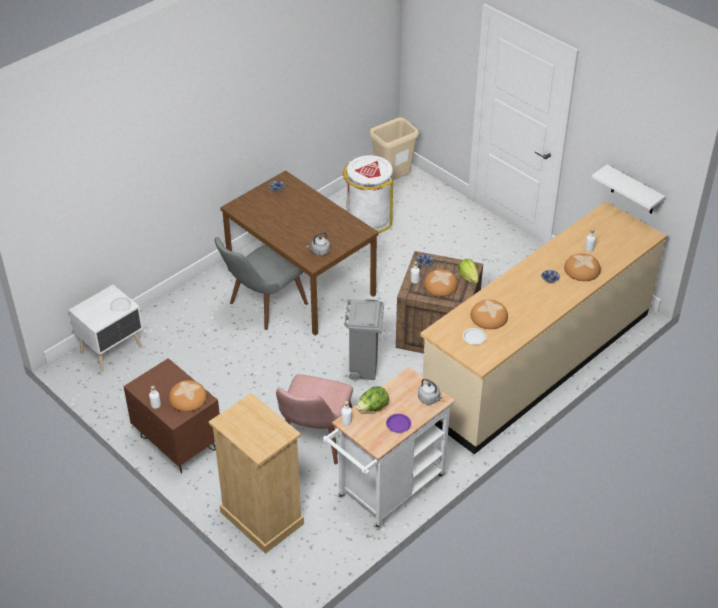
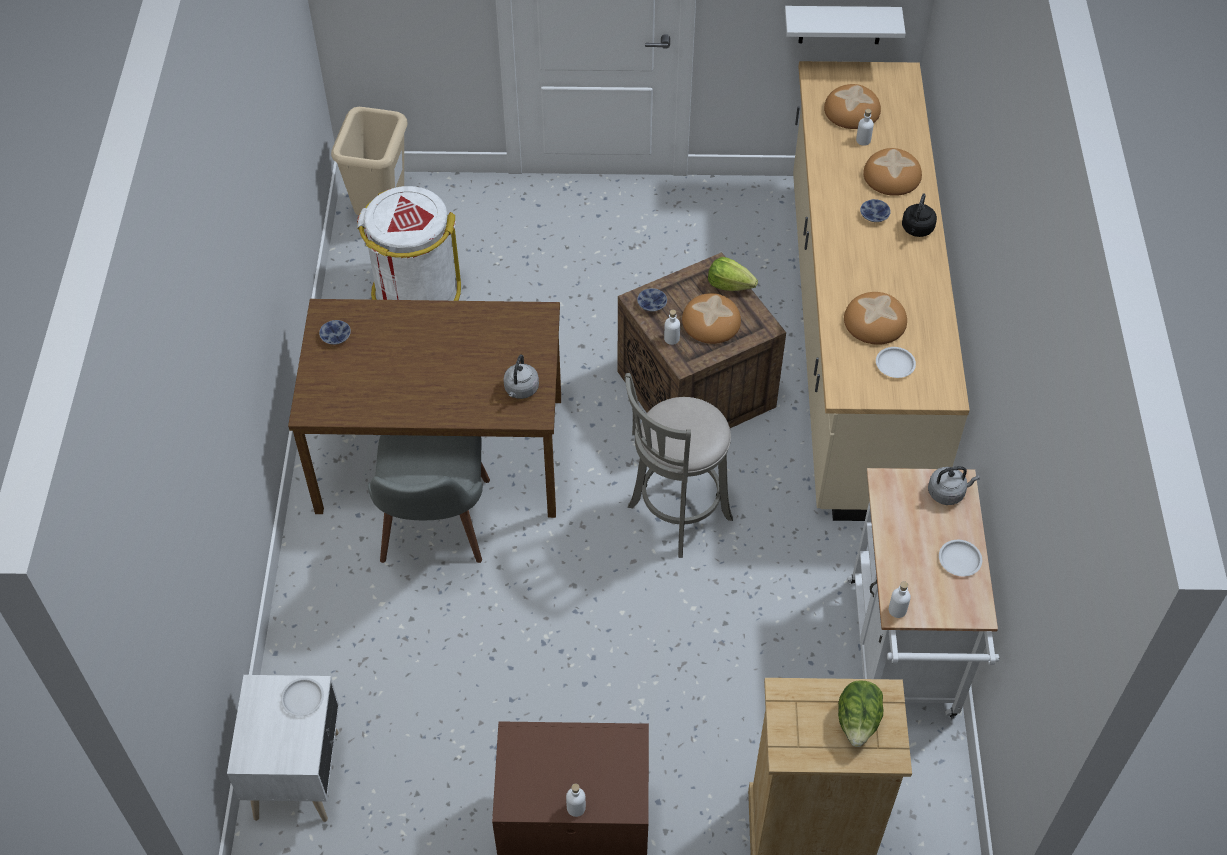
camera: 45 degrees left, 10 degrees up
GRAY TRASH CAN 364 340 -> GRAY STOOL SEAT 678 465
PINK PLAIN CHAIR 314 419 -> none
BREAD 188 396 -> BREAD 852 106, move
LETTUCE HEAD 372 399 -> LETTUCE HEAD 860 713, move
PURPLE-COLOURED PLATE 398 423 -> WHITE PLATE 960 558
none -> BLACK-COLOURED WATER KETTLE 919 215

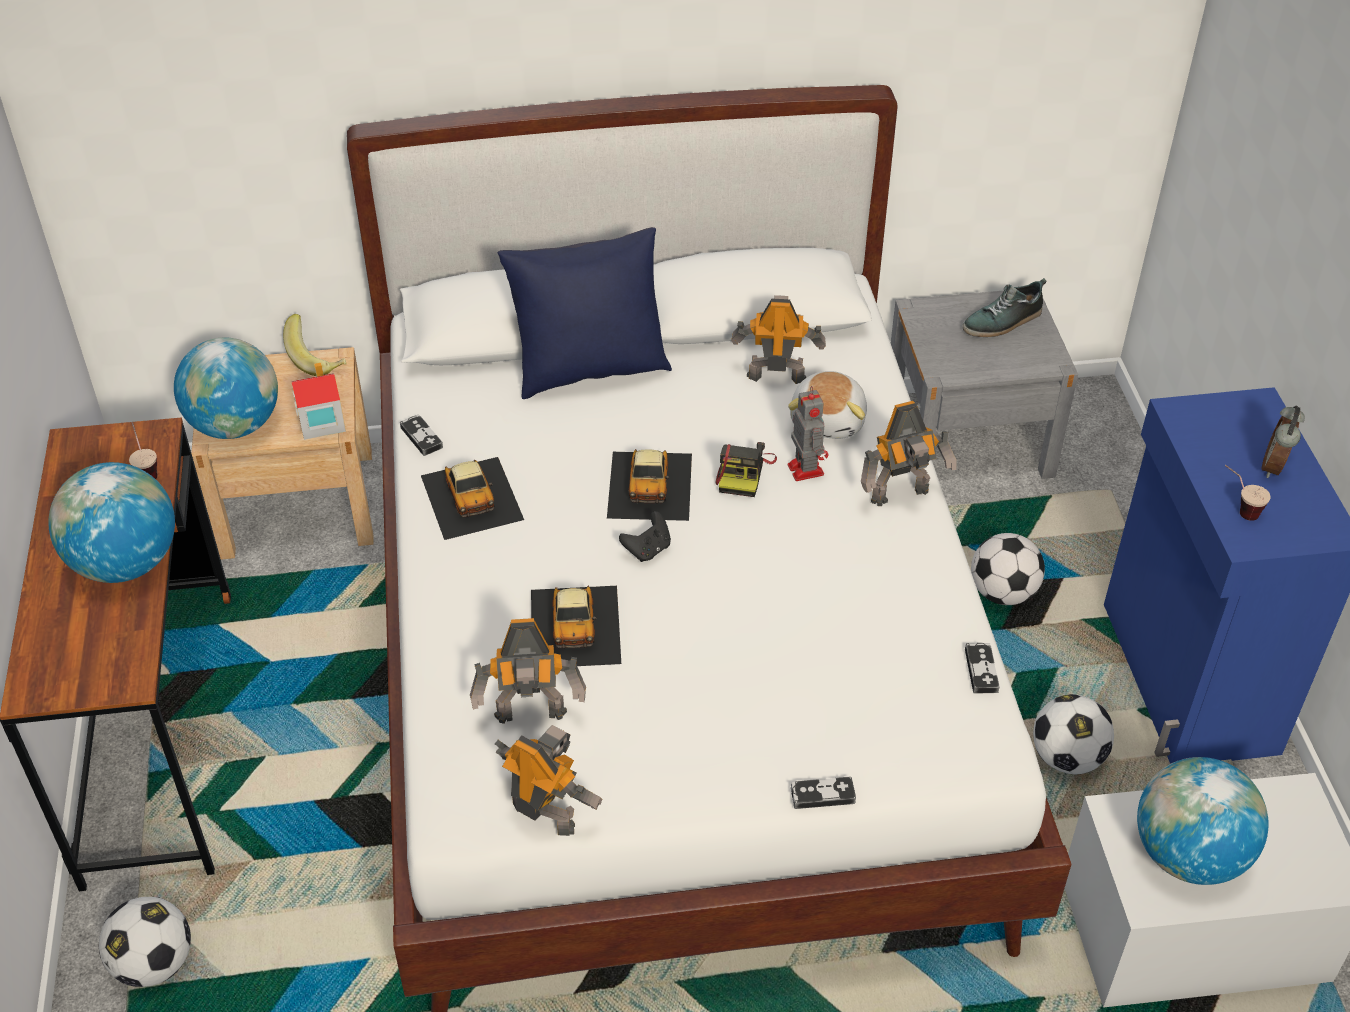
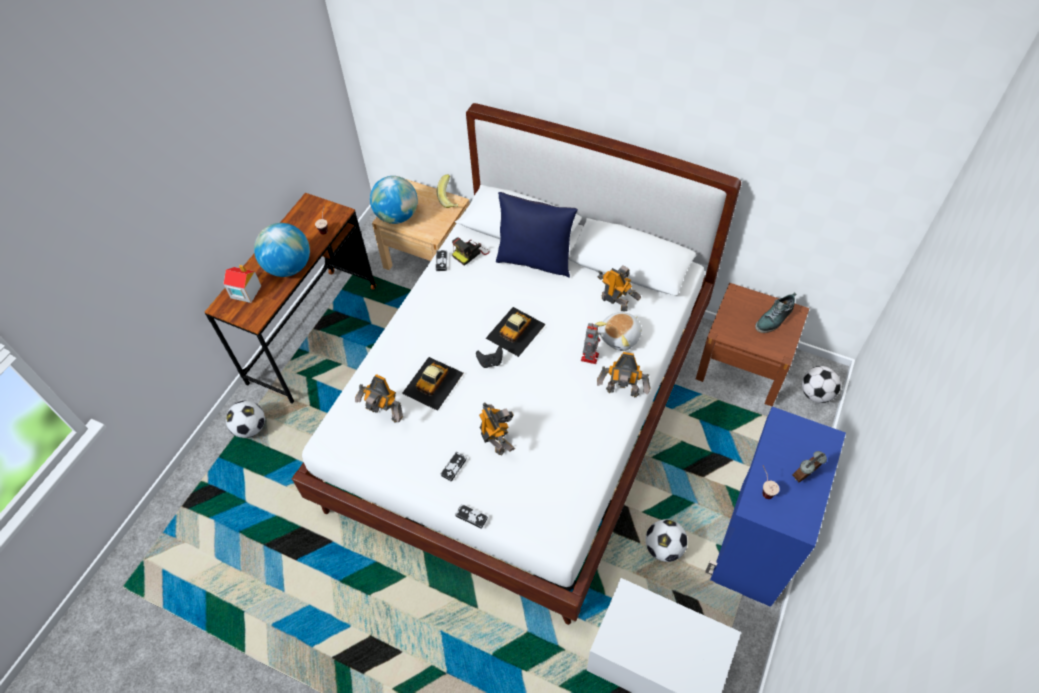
camera: 35 degrees right, 10 degrees up
SHOE 1004 307 -> SHOE 775 312, 45 degrees counterclockwise
GRAY BEDSIDE TABLE 984 385 -> BROWN BEDSIDE TABLE 752 344
TOY HOUSE 318 401 -> TOY HOUSE 242 284, move
PHOTO CAMERA 746 469 -> PHOTO CAMERA 471 251, move
MODEL CAR 472 498 -> none
FOOTBALL BALL 1008 569 -> FOOTBALL BALL 821 384, move
GAME CONTROLLER 982 668 -> GAME CONTROLLER 454 466, move
MODEL ROBOT 549 780 -> MODEL ROBOT 497 429, move
DESK GLOBE 1202 821 -> none

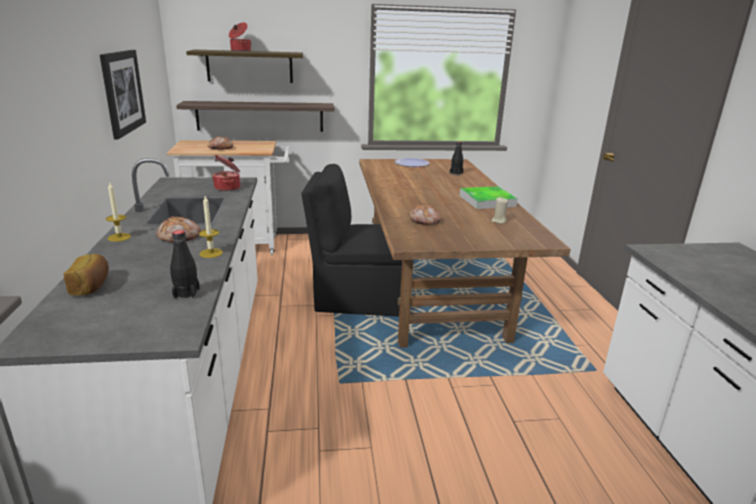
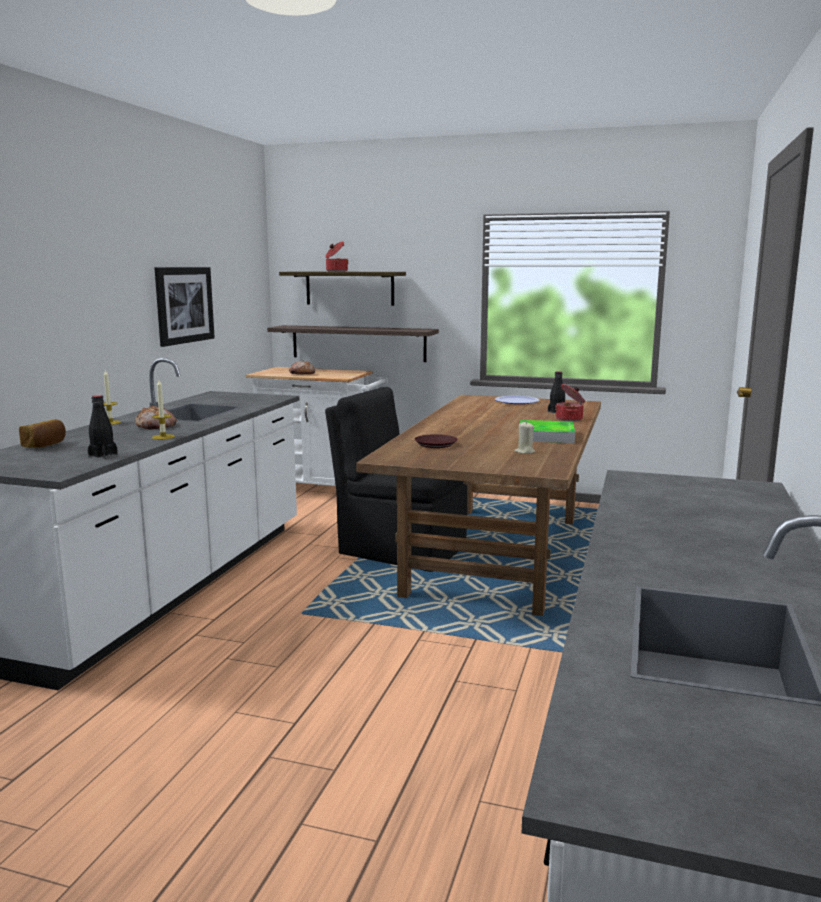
camera: 25 degrees right, 10 degrees down
COOKING POT 226 173 -> COOKING POT 570 402, move
BREAD 425 214 -> BROWN PLATE 436 441

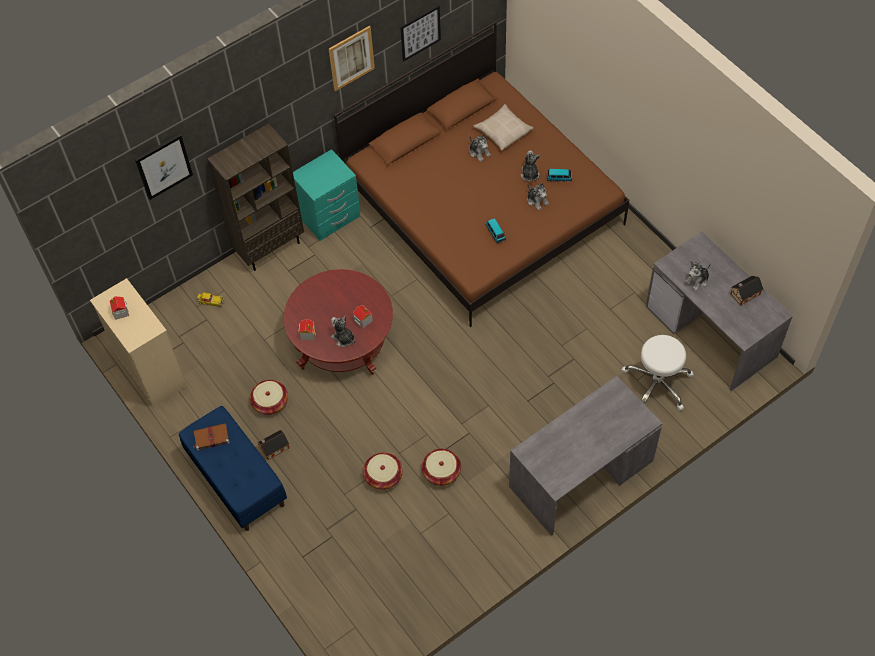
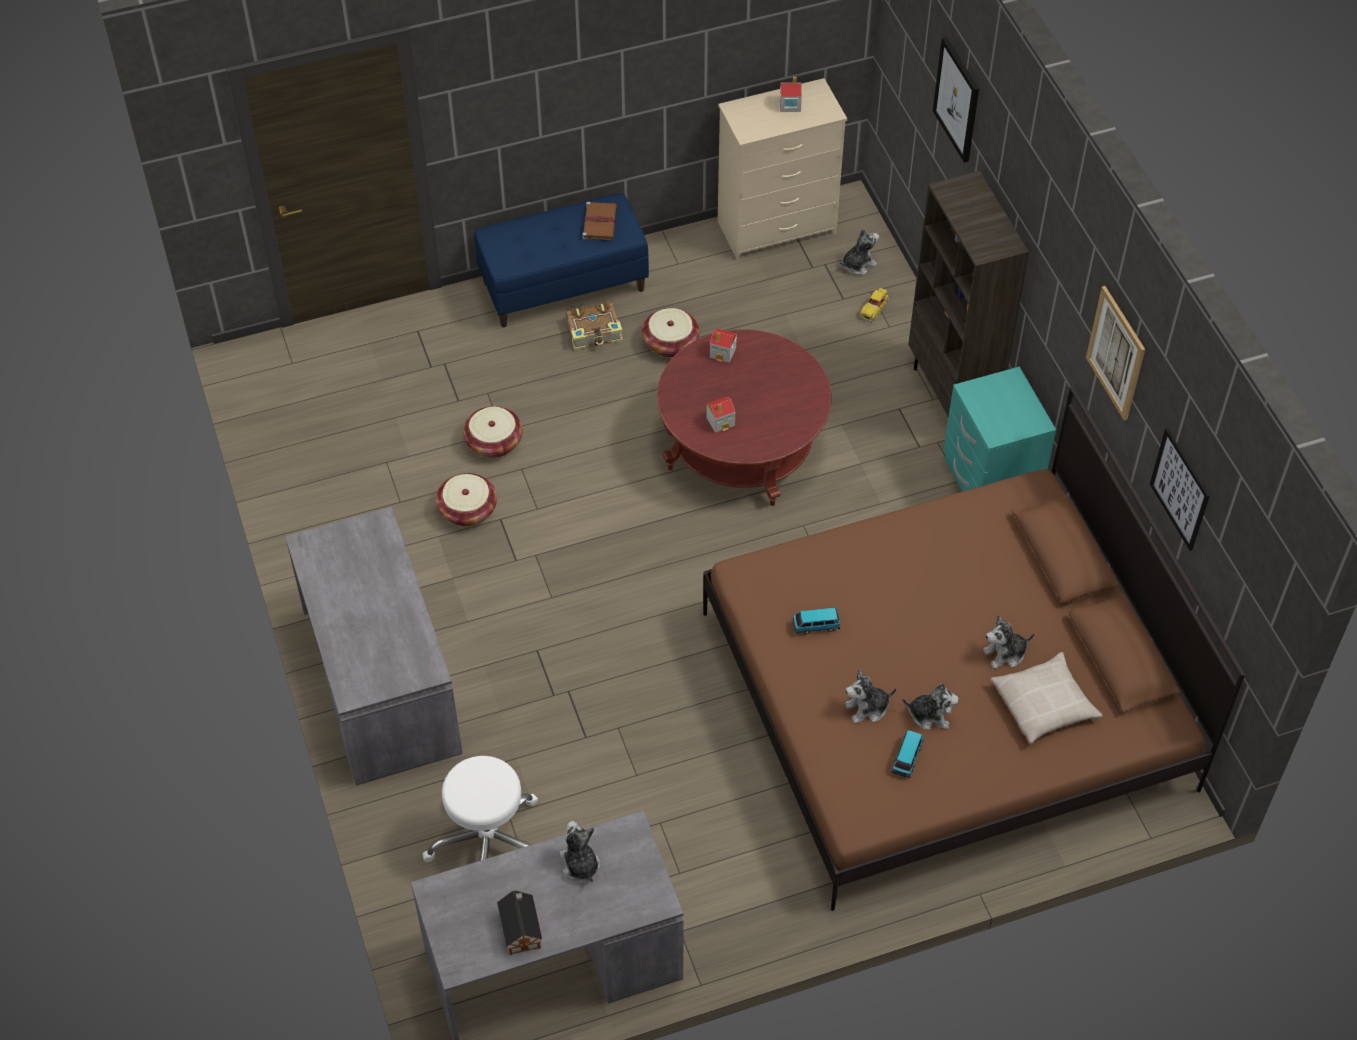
camera: 105 degrees right, 5 degrees down
CUDDLY TOY 343 331 -> CUDDLY TOY 859 252, move
TOY HOUSE 273 445 -> BOUND BOOK 594 326

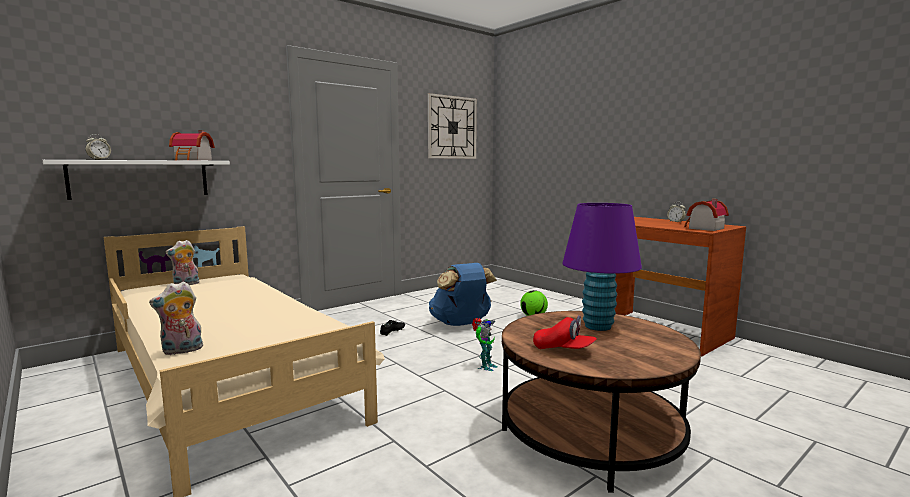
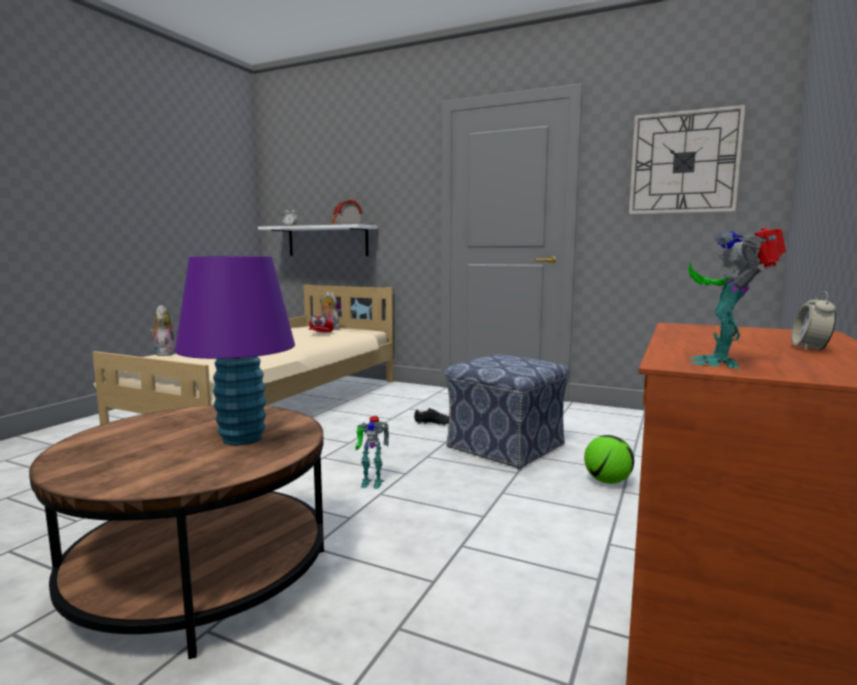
camera: 65 degrees right, 0 degrees up
TOY HOUSE 706 215 -> MODEL ROBOT 737 298
BLUE-COLOURED KNAPSACK 463 294 -> FOOTREST 507 411
CUDDLY TOY 176 318 -> CUDDLY TOY 163 330, 45 degrees clockwise
REDDISH PEAKED CAP 565 332 -> REDDISH PEAKED CAP 320 323, move

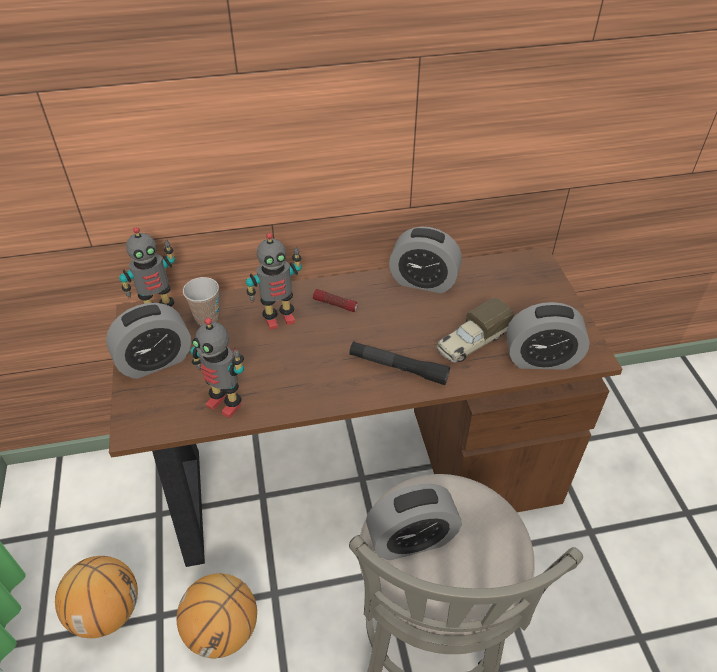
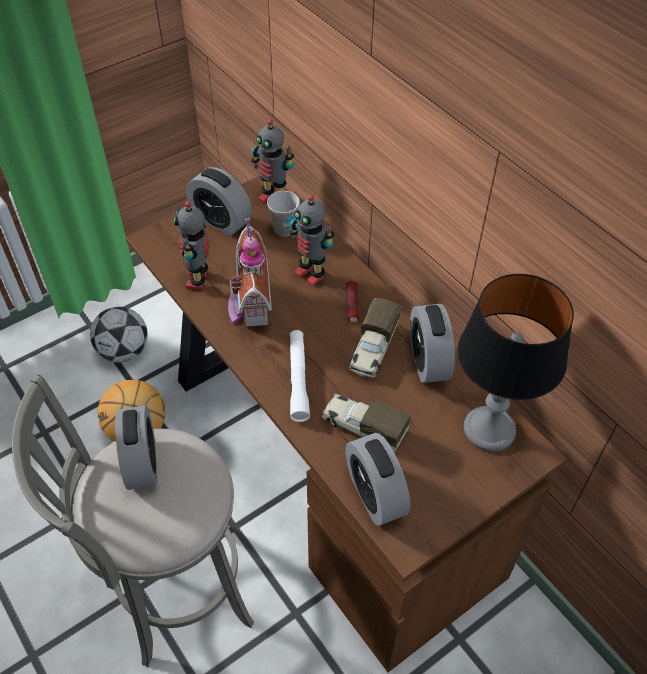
camera: 65 degrees right, 5 degrees up
BLACK-COLOURED TORCH 399 363 -> WHITE TORCH 300 376
ALARM CLOCK 413 522 -> ALARM CLOCK 136 447, 150 degrees counterclockwise
BASKETBALL 96 597 -> FOOTBALL BALL 119 335
none -> TOY HOUSE 250 274
none -> LAMP FOR A TABLE 515 363
none -> TOY LORRY 375 338

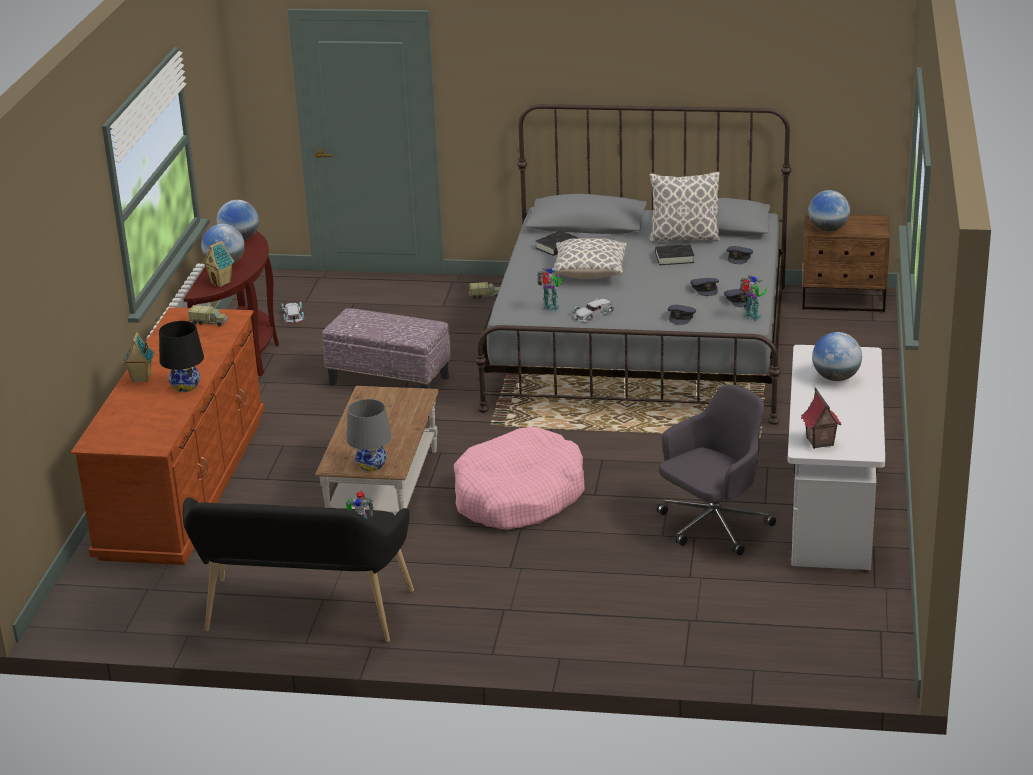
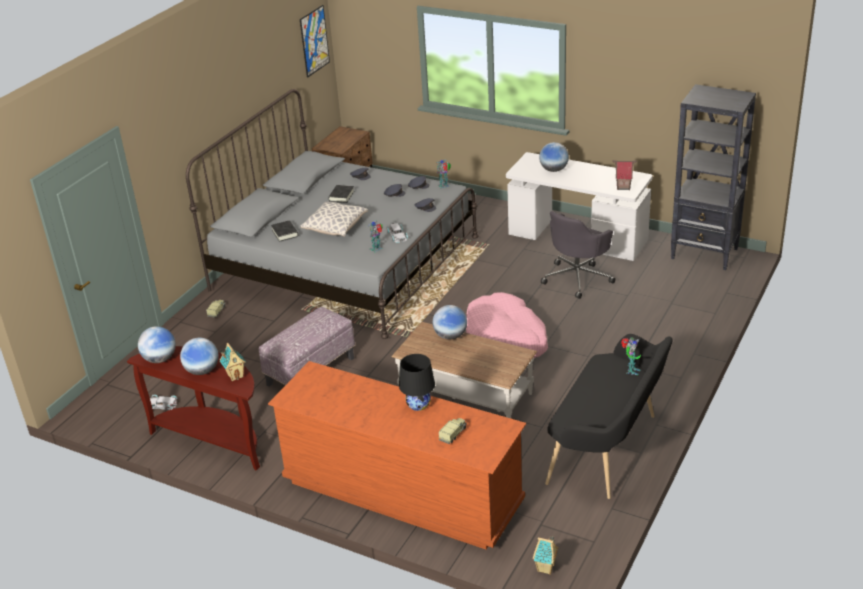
camera: 70 degrees left, 5 degrees up
CUSHION 684 207 -> none
DESK GLOBE 829 211 -> DESK GLOBE 450 322, move
TOY LORRY 208 316 -> TOY LORRY 453 431, move
TOY HOUSE 138 357 -> TOY HOUSE 546 556, move
GRAY DESK CHAIR 716 469 -> GRAY DESK CHAIR 578 255, 120 degrees counterclockwise
GRAY LAMP FOR A TABLE 369 435 -> none
none -> PICTURE 315 41
none -> BLACK-COLOURED BOOKSHELF 713 177

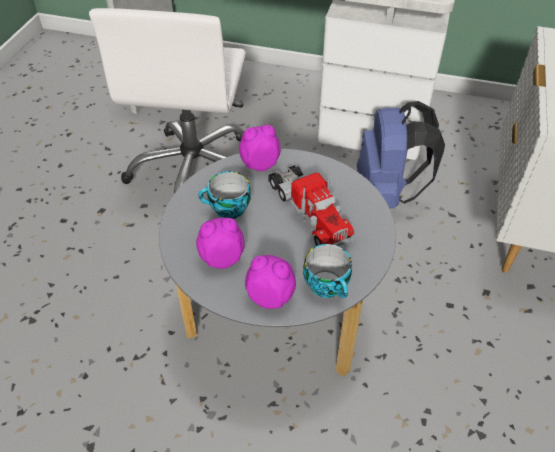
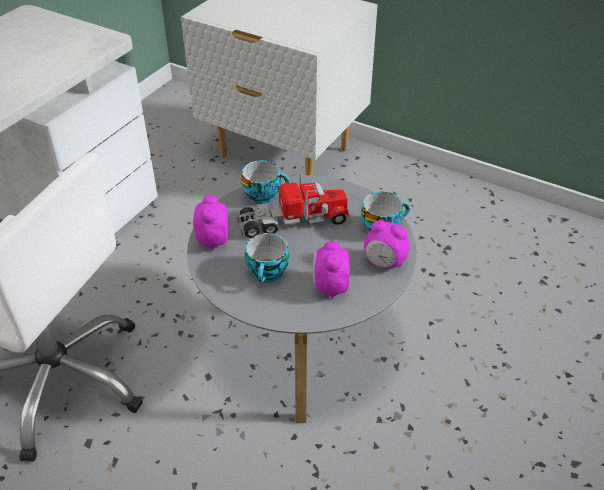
camera: 75 degrees left, 5 degrees down
BLUE-COLOURED KNAPSACK 401 154 -> none
ALARM CLOCK 270 282 -> ALARM CLOCK 387 244, 105 degrees counterclockwise
none -> SMALL CUP 265 182

